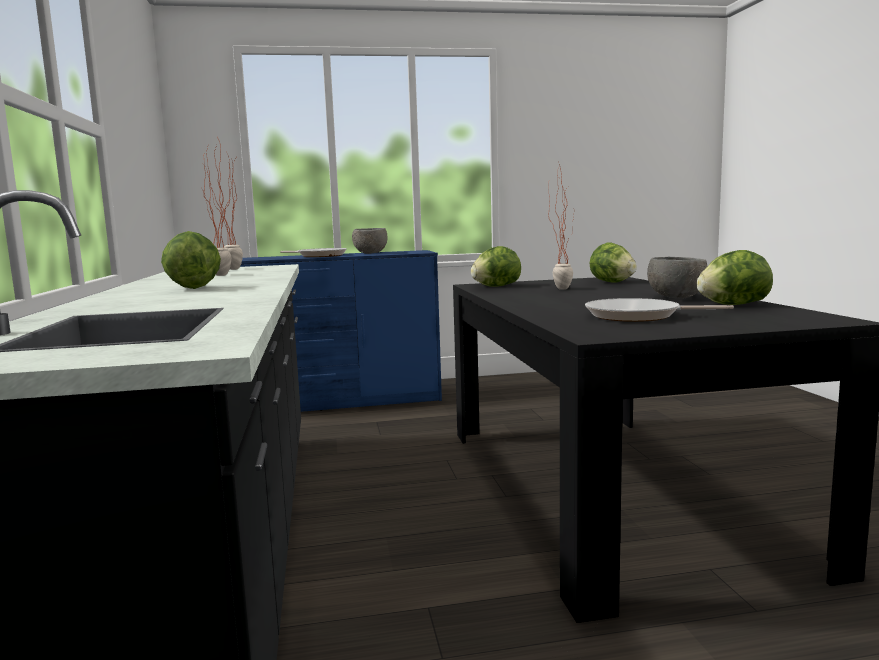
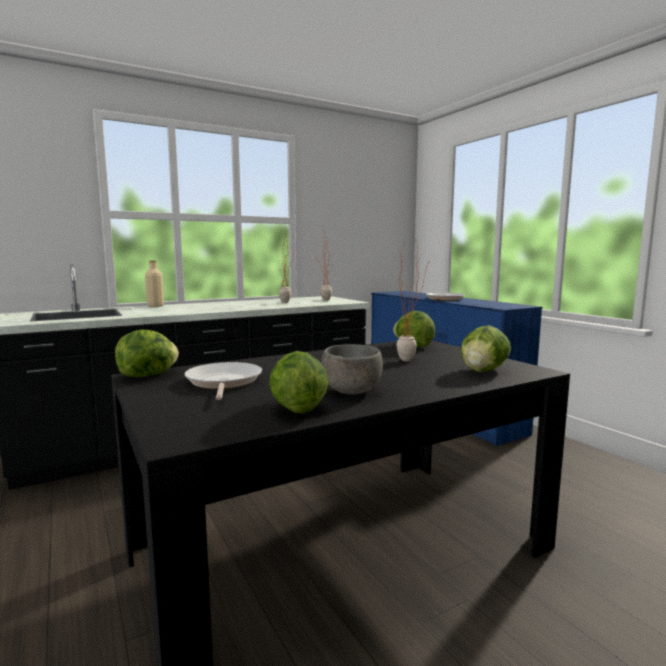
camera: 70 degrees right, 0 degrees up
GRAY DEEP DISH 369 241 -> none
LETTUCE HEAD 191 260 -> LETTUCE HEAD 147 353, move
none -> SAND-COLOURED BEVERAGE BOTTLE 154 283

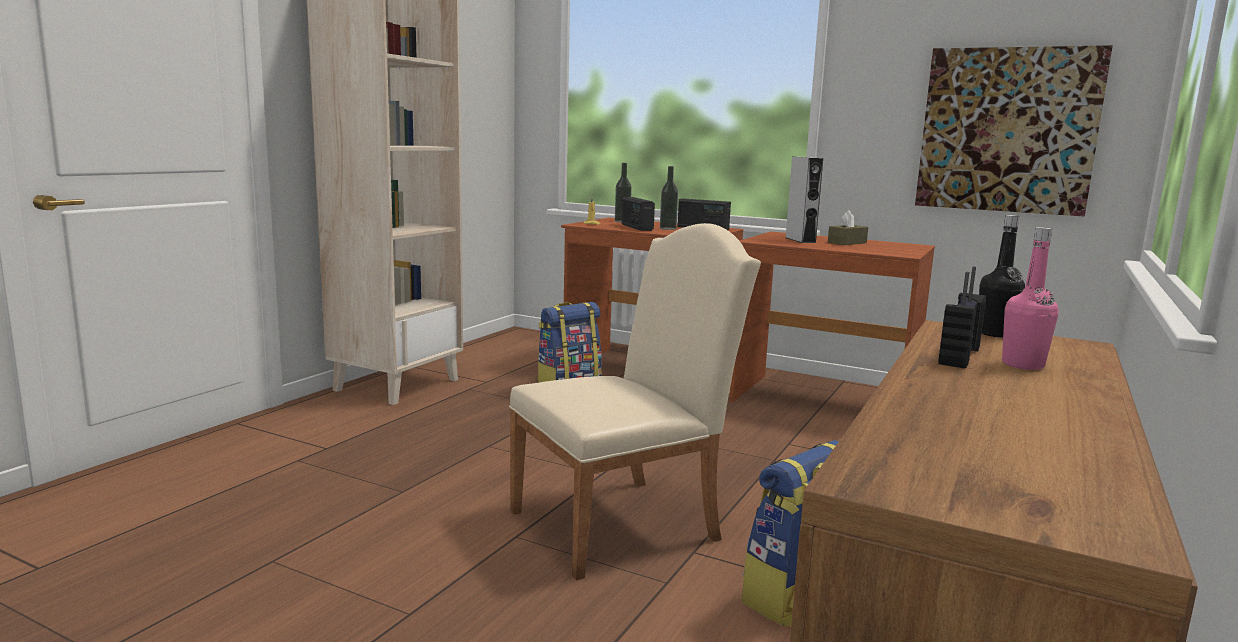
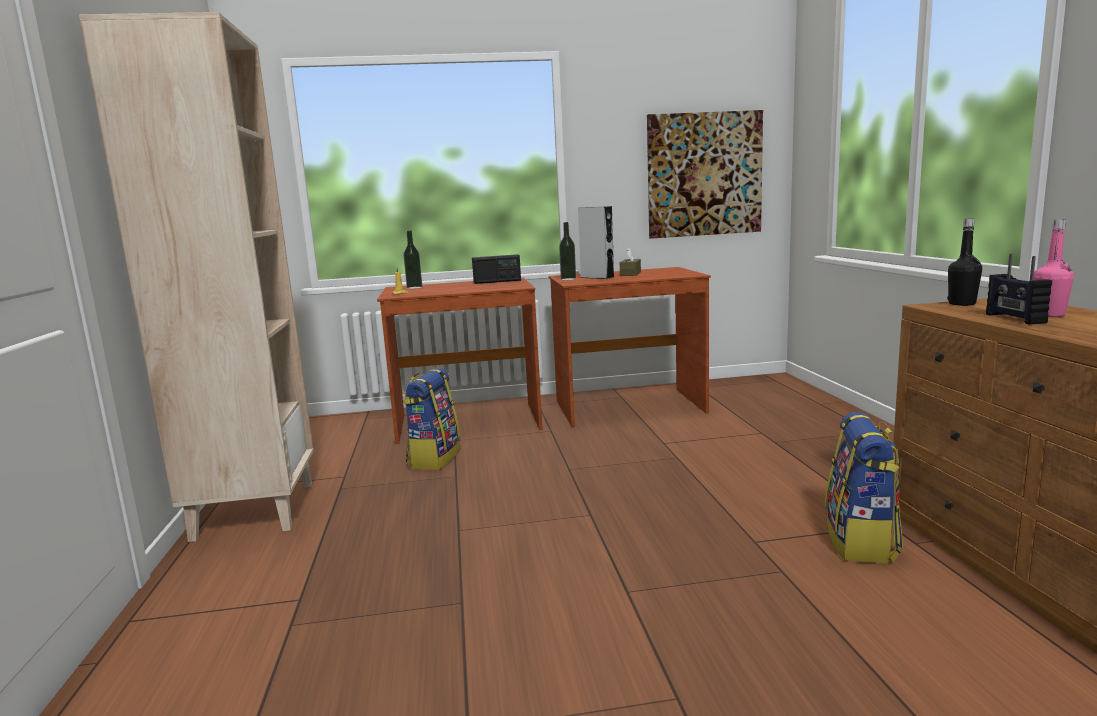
camera: 35 degrees left, 0 degrees up
BEVERAGE BOTTLE 669 198 -> BEVERAGE BOTTLE 567 251, move
RADIO RECEIVER 638 214 -> none
SAND-COLOURED PLAIN CHAIR 635 402 -> none

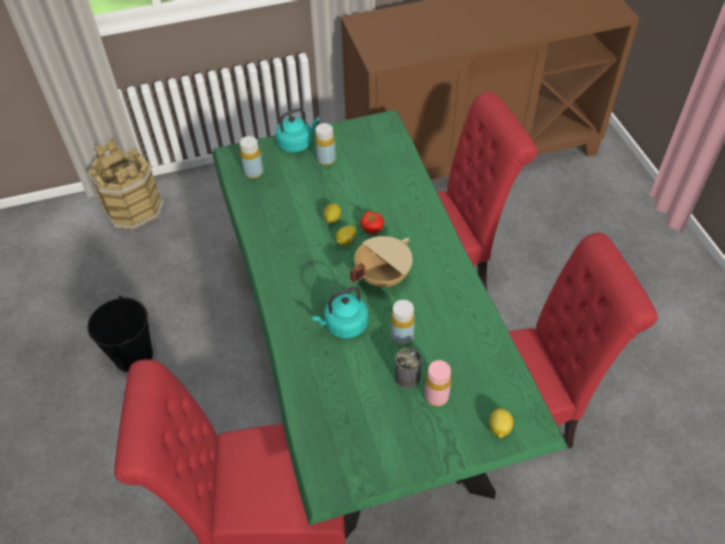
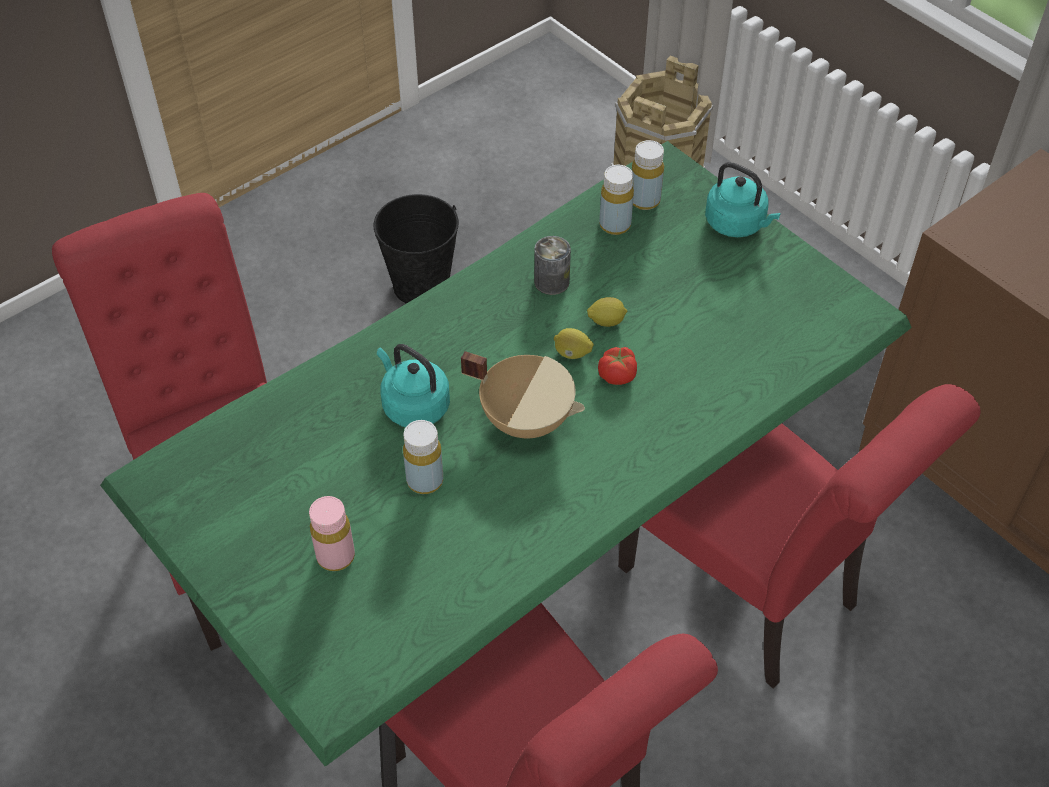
camera: 65 degrees right, 0 degrees up
YELLOW-COLOURED BEVERAGE BOTTLE 325 144 -> YELLOW-COLOURED BEVERAGE BOTTLE 616 200, move
SEALED CAN 408 368 -> SEALED CAN 552 265, move
CITRUS FRUIT 501 423 -> none

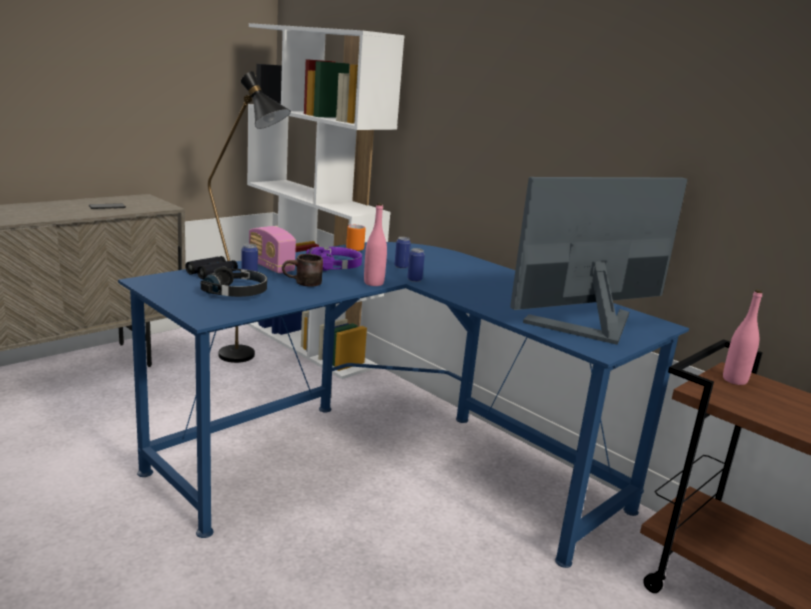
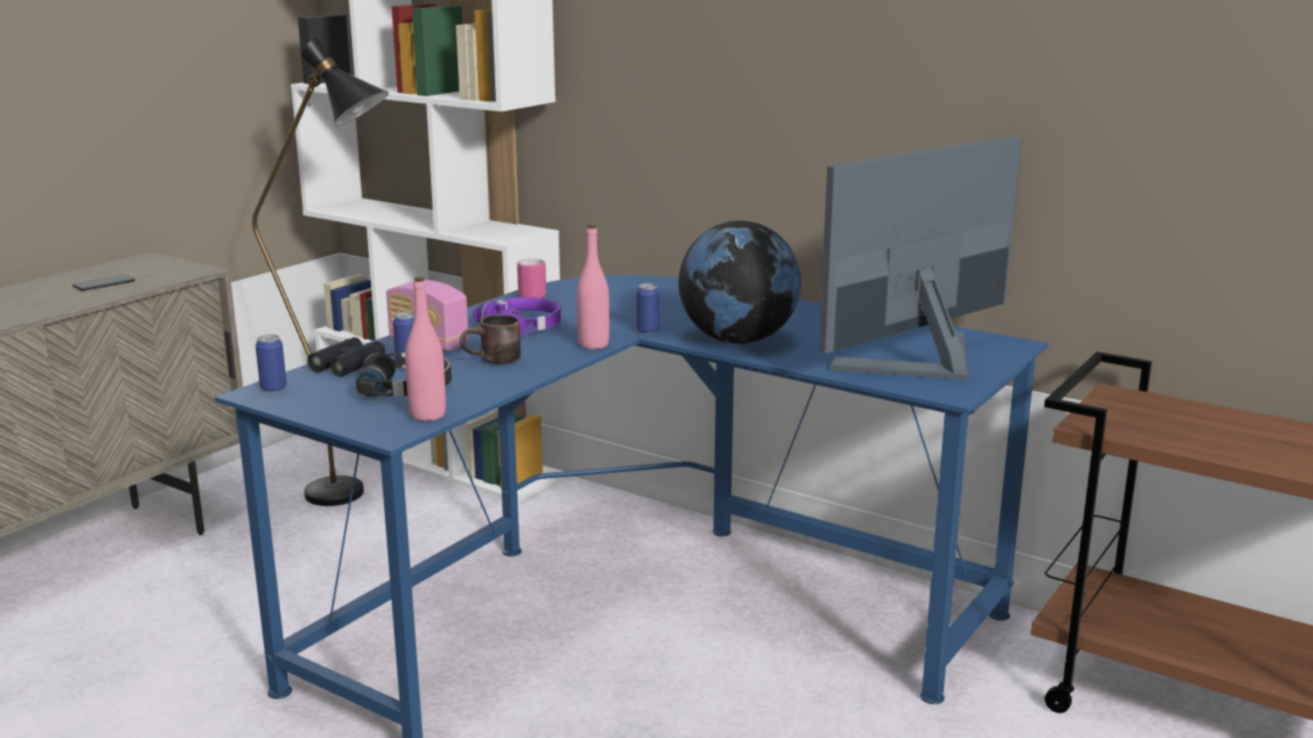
camera: 10 degrees left, 0 degrees up
ORANGEY COFFEE MUG 356 238 -> PINK COFFEE MUG 531 278
SEALED CAN 402 253 -> SEALED CAN 271 363, move
PINK BEVERAGE BOTTLE 742 337 -> PINK BEVERAGE BOTTLE 425 349, move
none -> DESK GLOBE 740 282

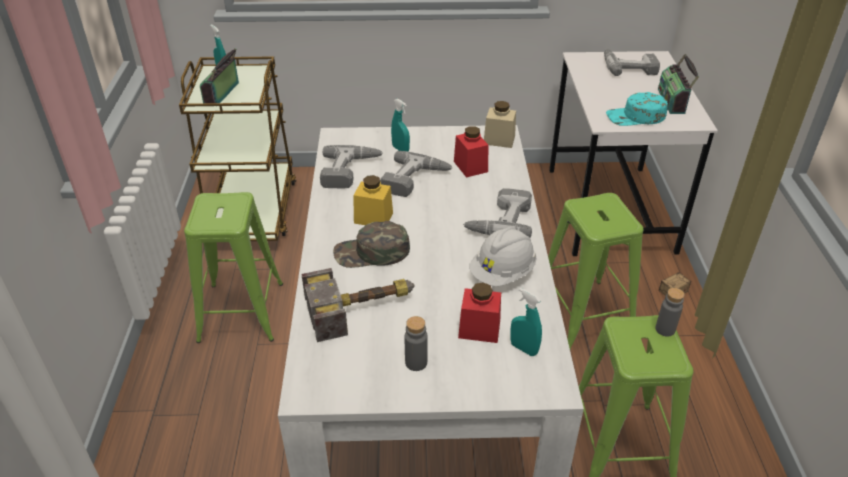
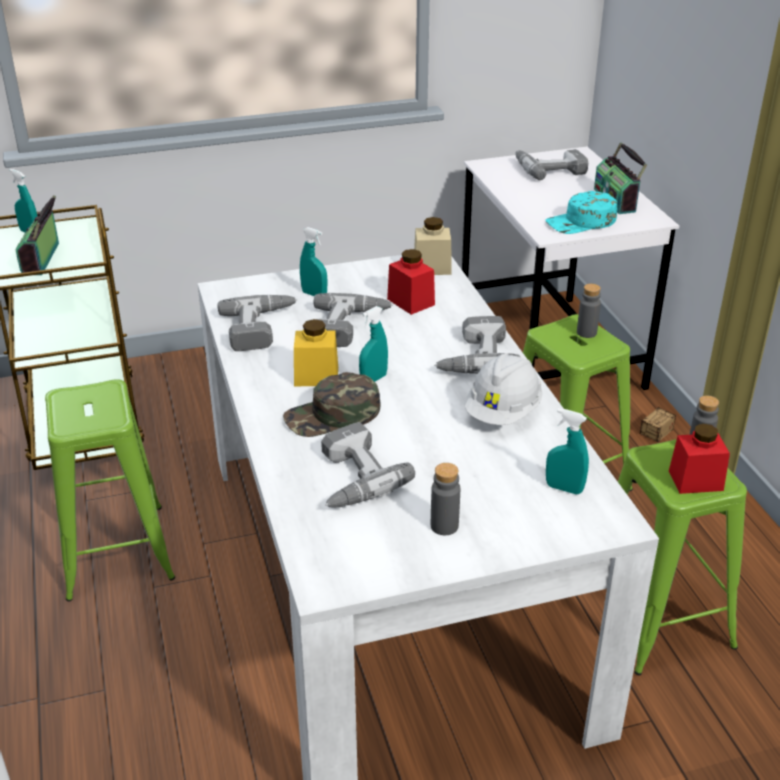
camera: 15 degrees left, 5 degrees down
HAND HAMMER 358 305 -> POWER DRILL 368 465
REDDISH PRESERVE JAR 479 312 -> REDDISH PRESERVE JAR 699 458, move
none -> GRAY BEVERAGE BOTTLE 589 311
none -> TURQUOISE-COLOURED HAND SPRAYER 373 344

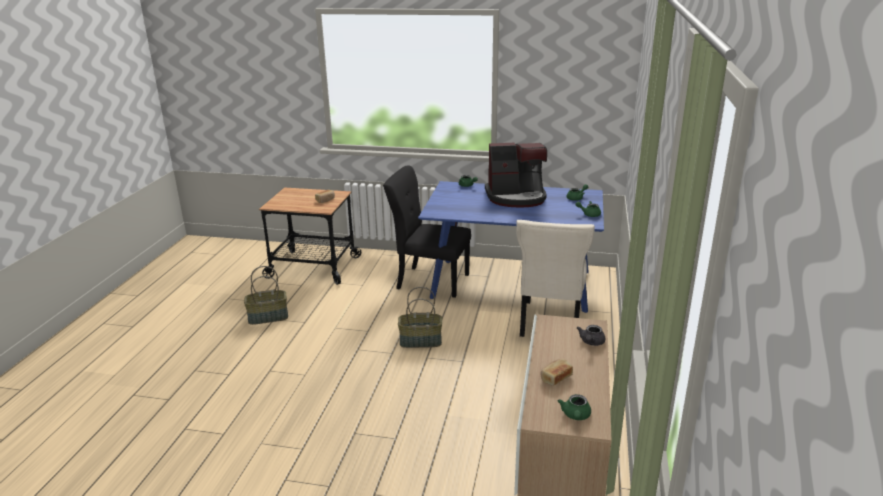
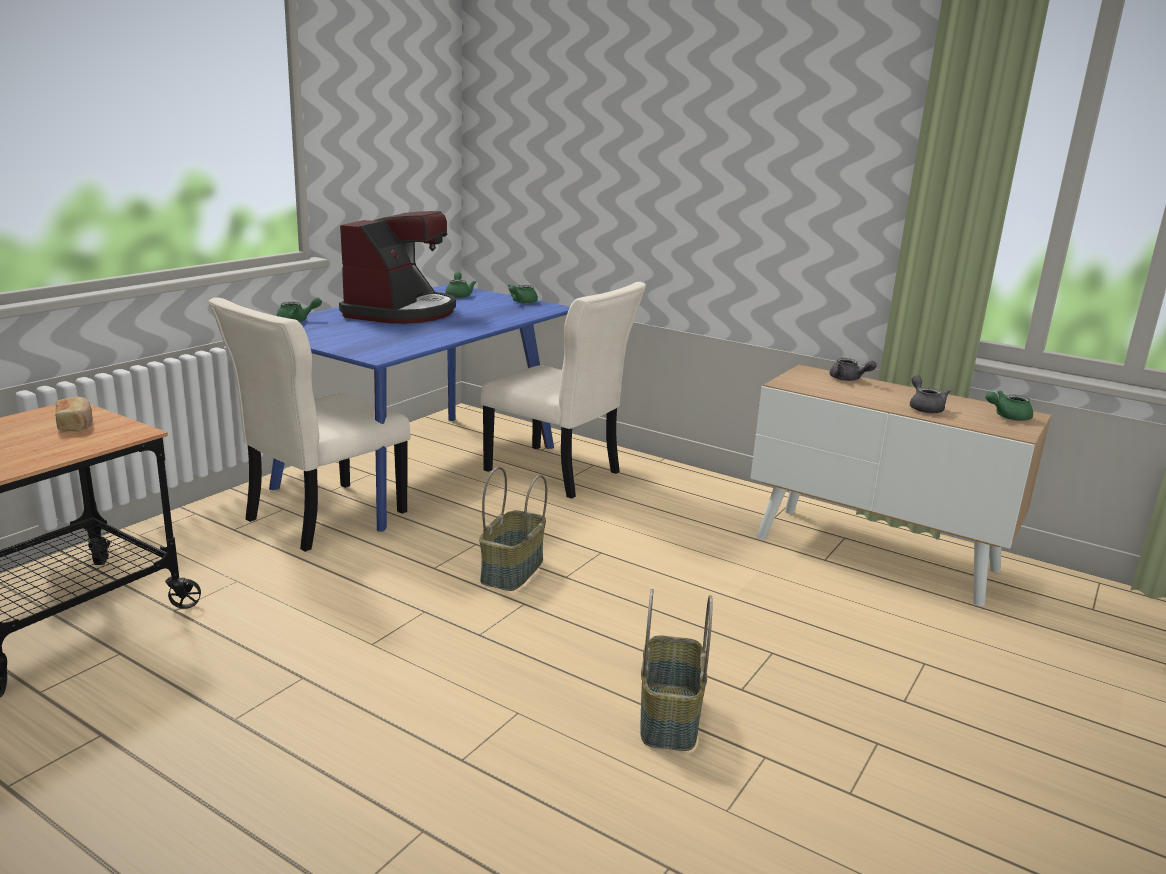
camera: 70 degrees left, 5 degrees down
BLACK-COLOURED PLAIN CHAIR 427 231 -> SAND-COLOURED PLAIN CHAIR 309 424
BASKET 266 295 -> BASKET 676 670, move
BREAD 556 372 -> GRAY TEA POT 930 394
GREEN TEA POT 574 407 -> GREEN TEA POT 1009 405, 135 degrees clockwise

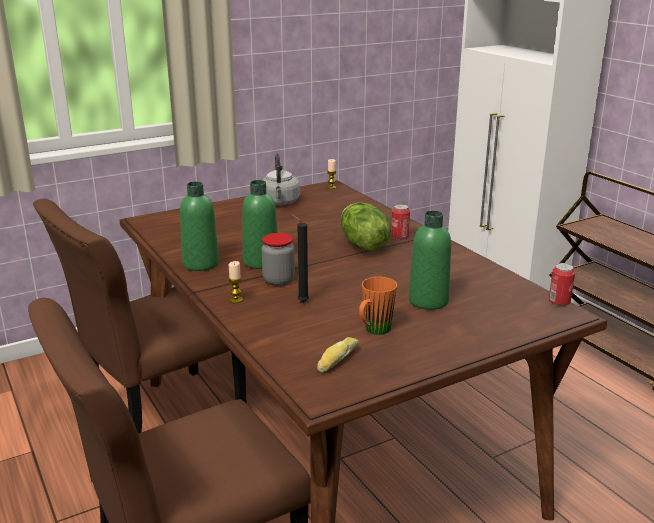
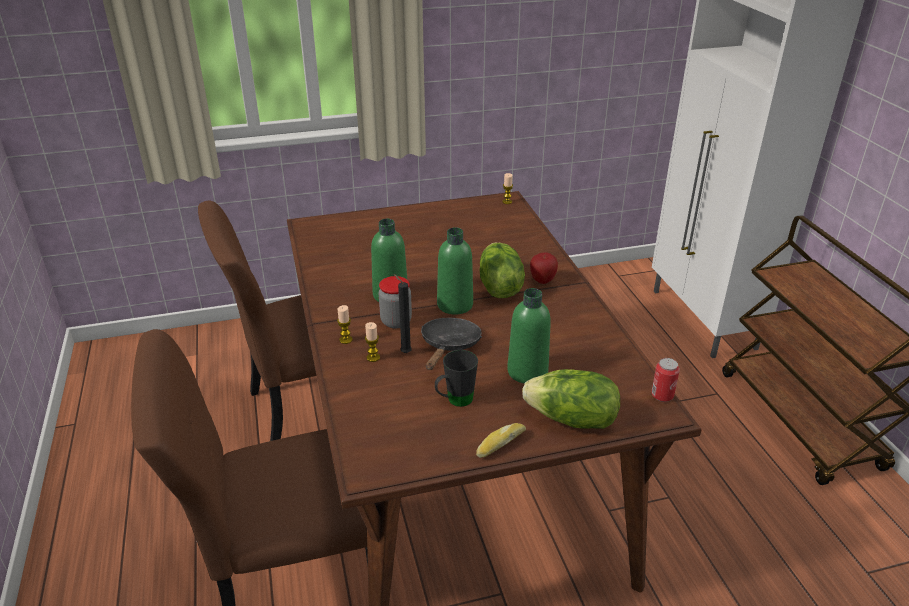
camera: 15 degrees right, 10 degrees up
GRAY WATER KETTLE 281 179 -> none
GREEN BEVERAGE BOTTLE 199 226 -> GREEN BEVERAGE BOTTLE 455 270, move
SEALED CAN 400 222 -> APPLE FRUIT 544 268
ORANGEY COFFEE MUG 378 306 -> BLACK-COLOURED COFFEE MUG 456 378
BREAD 338 355 -> BREAD 501 440, move
none -> BLACK-COLOURED FRYING PAN 451 344
none -> CANDLE 372 342
none -> LETTUCE HEAD 571 399

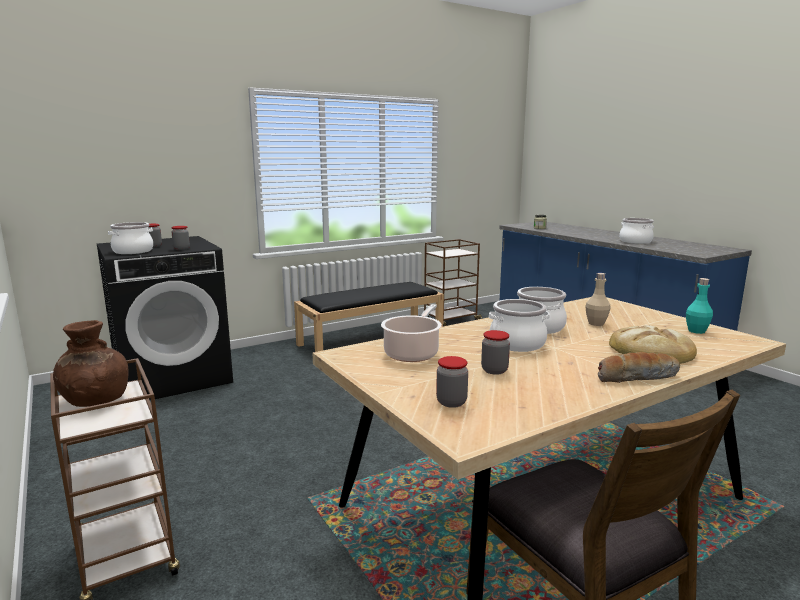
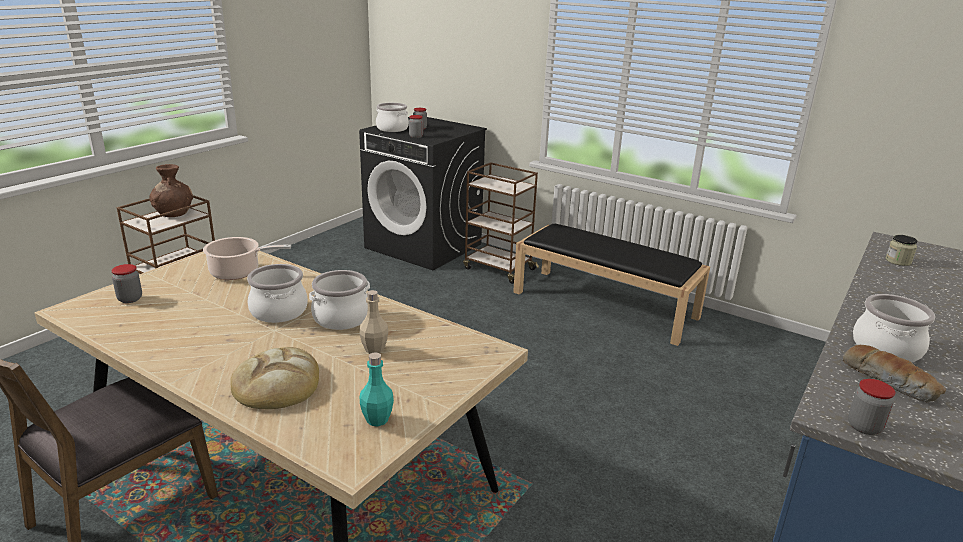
camera: 65 degrees right, 10 degrees up
BROWN WHEELED CART 453 282 -> BROWN WHEELED CART 501 223, move
PRESERVE JAR 495 352 -> PRESERVE JAR 871 407, move
BREAD 639 367 -> BREAD 894 373, move

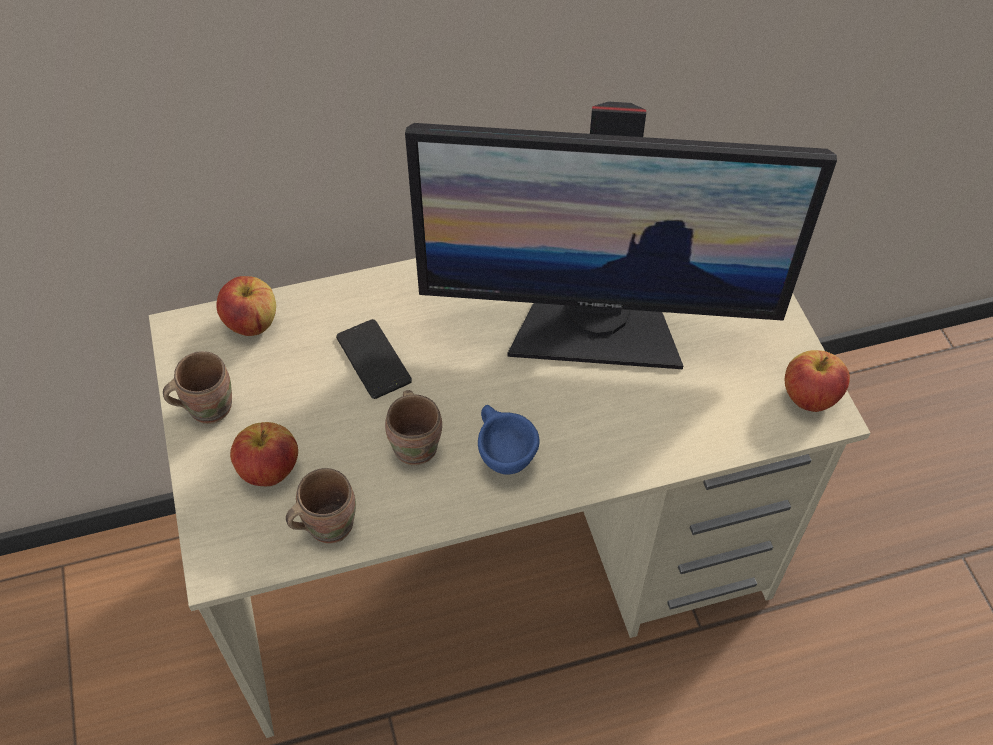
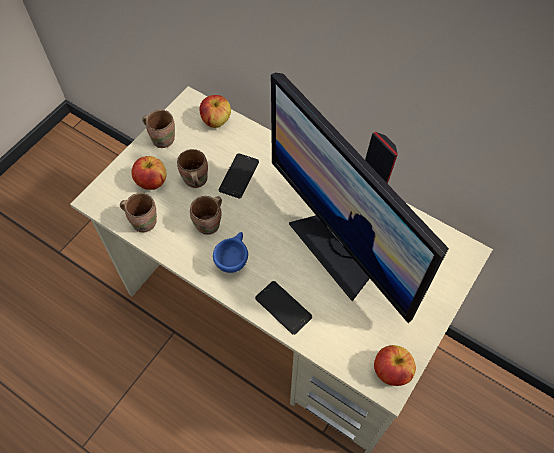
camera: 50 degrees right, 5 degrees up
none -> BROWN COFFEE MUG 192 168
none -> PHONE 283 308

